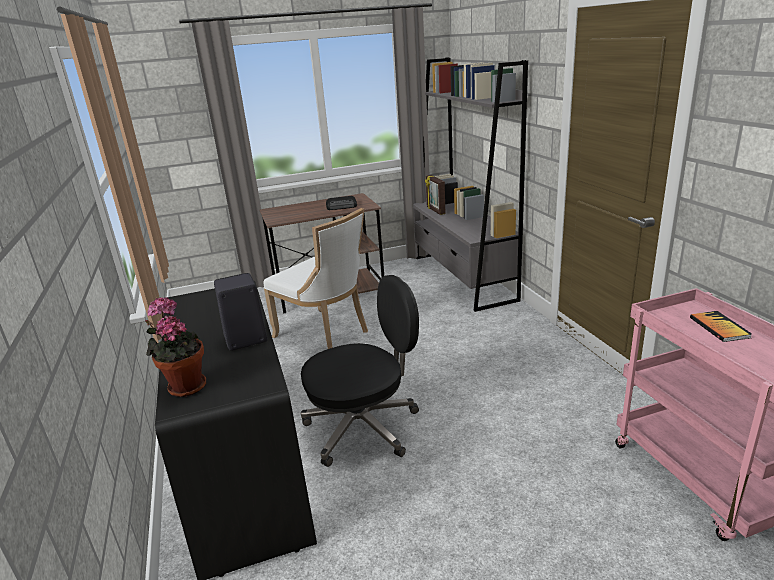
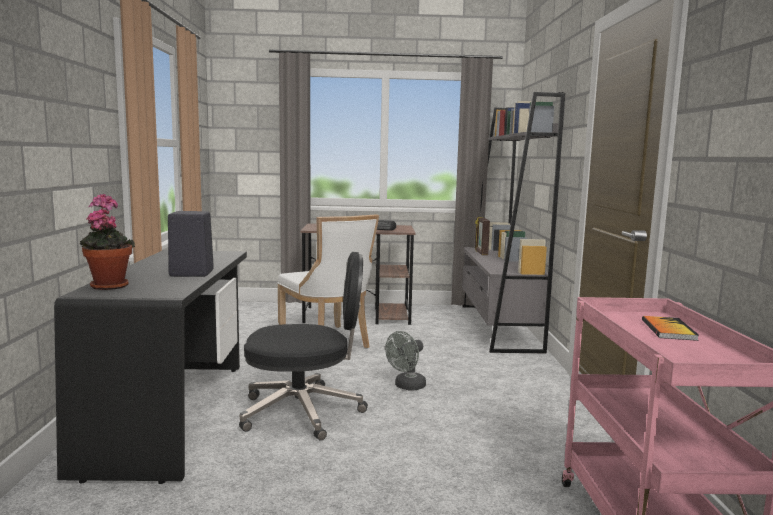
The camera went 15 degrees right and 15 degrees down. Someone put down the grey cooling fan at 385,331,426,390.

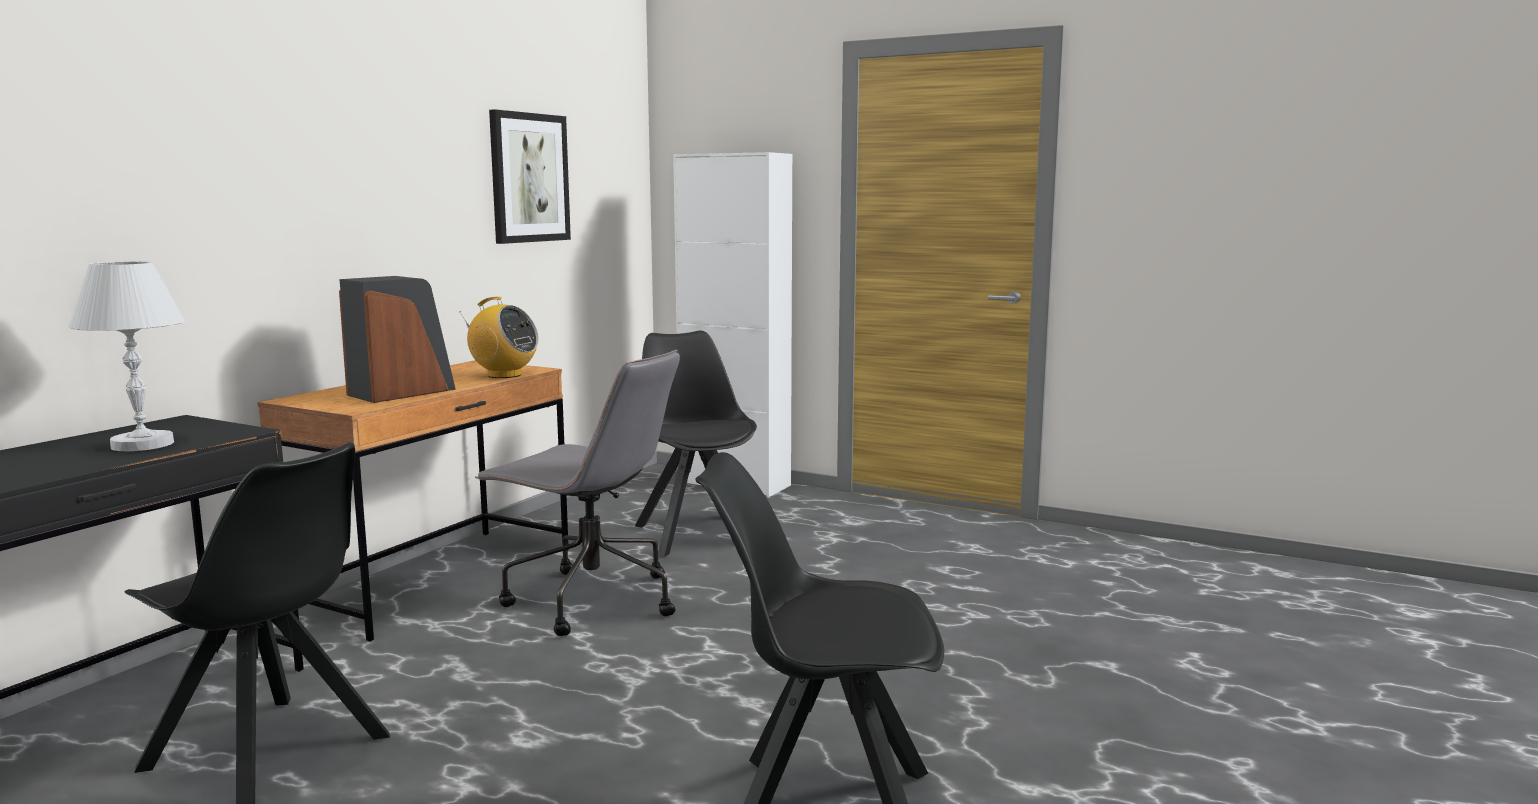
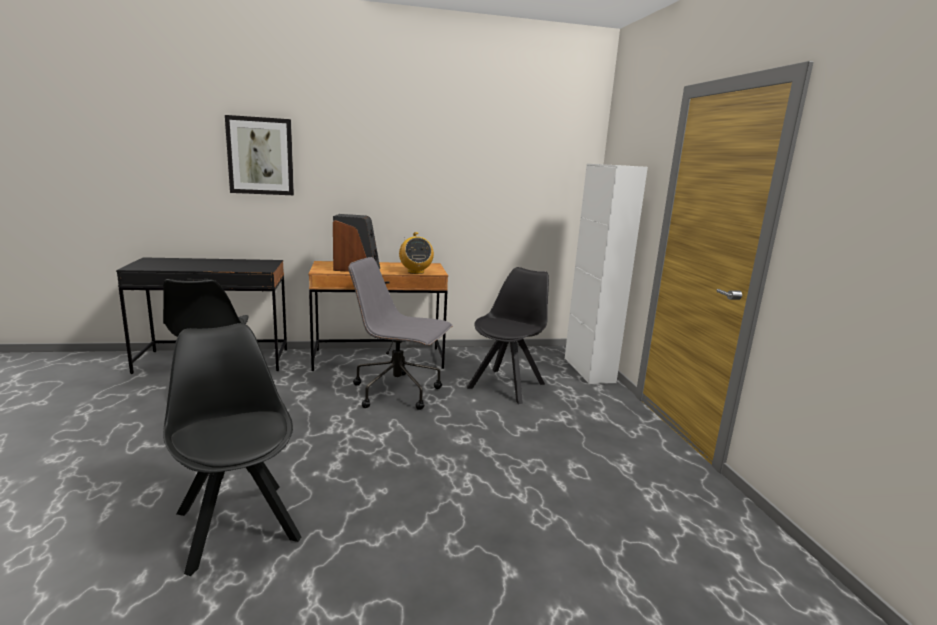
The camera went 50 degrees right and 5 degrees up. Someone carried the wall picture from 489,109,571,244 to 225,115,294,195. Someone rotated the grey computer chair at 475,350,680,636 by 120 degrees clockwise. Someone took away the white table lamp at 69,261,185,451.

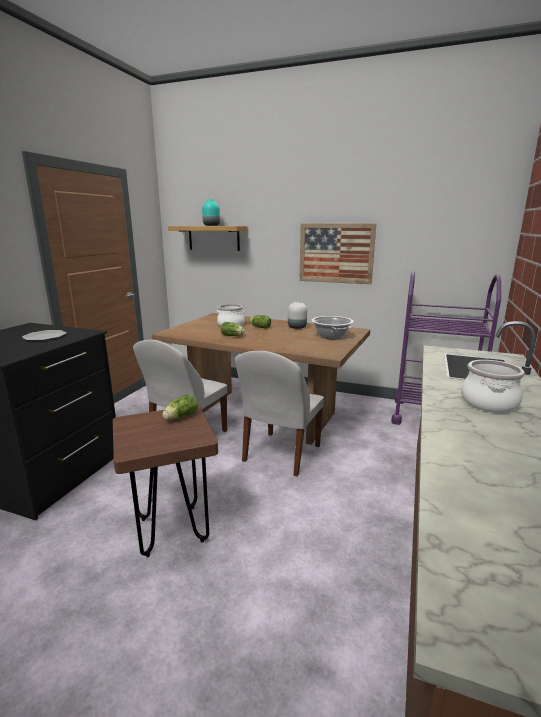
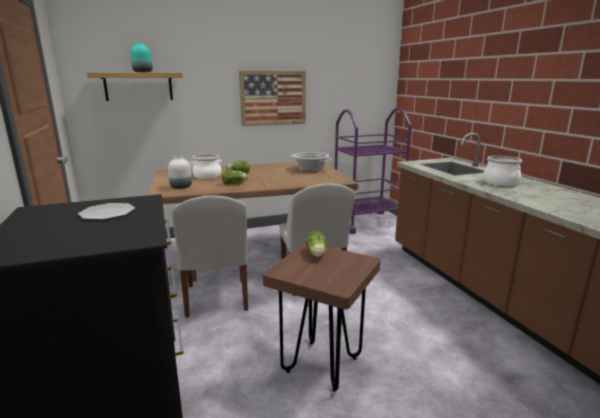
The camera went 40 degrees left and 0 degrees up. Someone carried the white flower vase from 288,300,307,329 to 168,156,192,189.

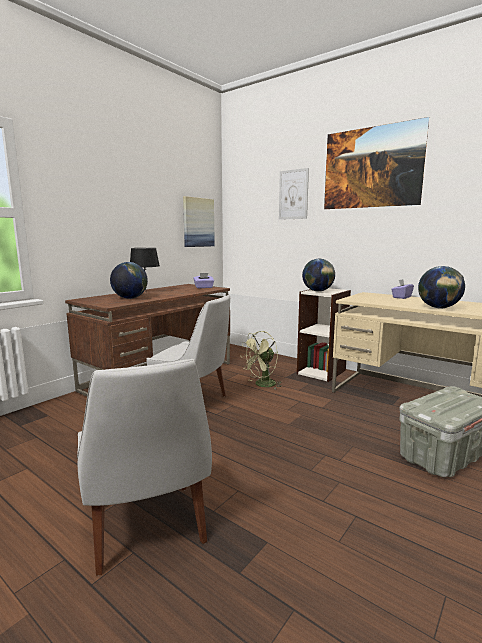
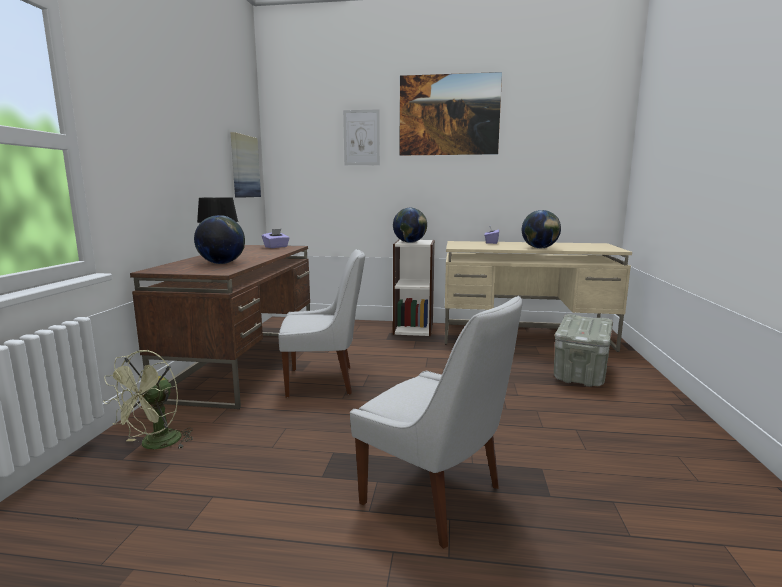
The camera went 30 degrees left and 0 degrees up. Someone carried the green cooling fan from 240,331,282,390 to 103,350,193,449.

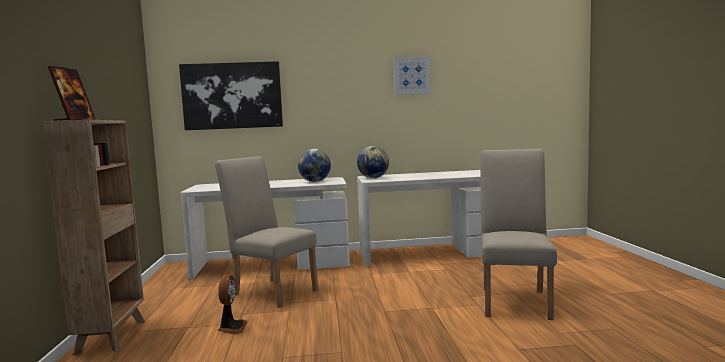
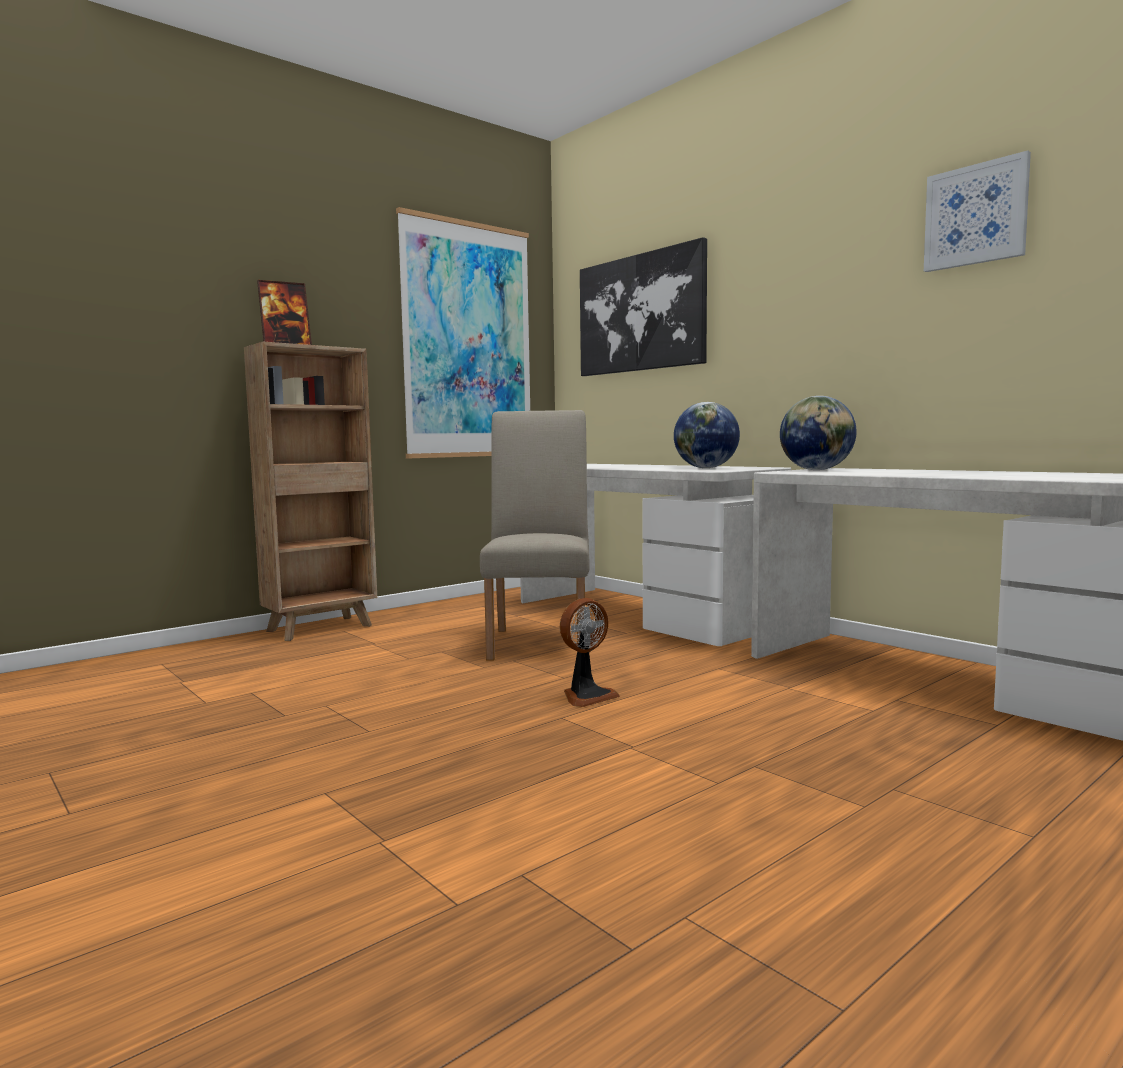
The camera went 55 degrees right and 0 degrees up. Someone put up the wall picture at 396,207,530,458. Someone carried the cooling fan from 218,275,248,334 to 560,598,620,707. Someone took away the beige upright chair at 480,149,557,320.

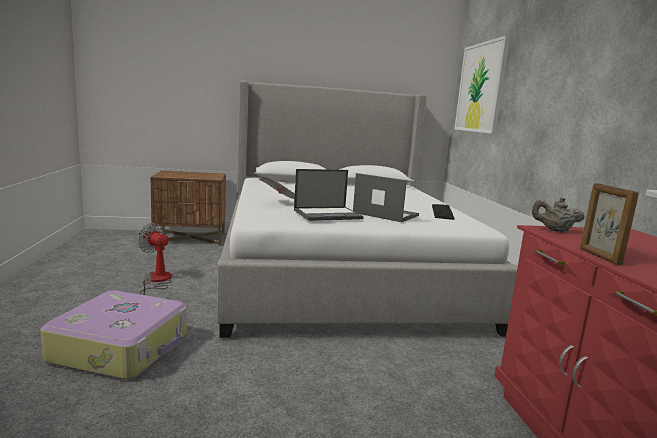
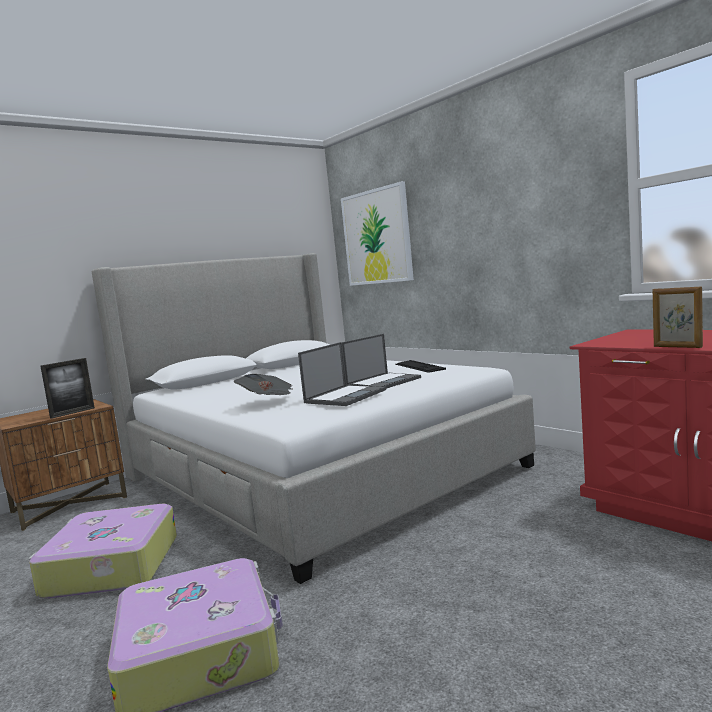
The camera went 30 degrees left and 5 degrees down. Someone swapped the cooling fan at 138,223,172,295 for the travel case at 29,504,177,599. Someone put down the photo frame at 41,358,95,419. Someone rotated the notebook computer at 353,173,419,222 by 135 degrees clockwise. Someone took away the beige tea pot at 532,197,585,233.

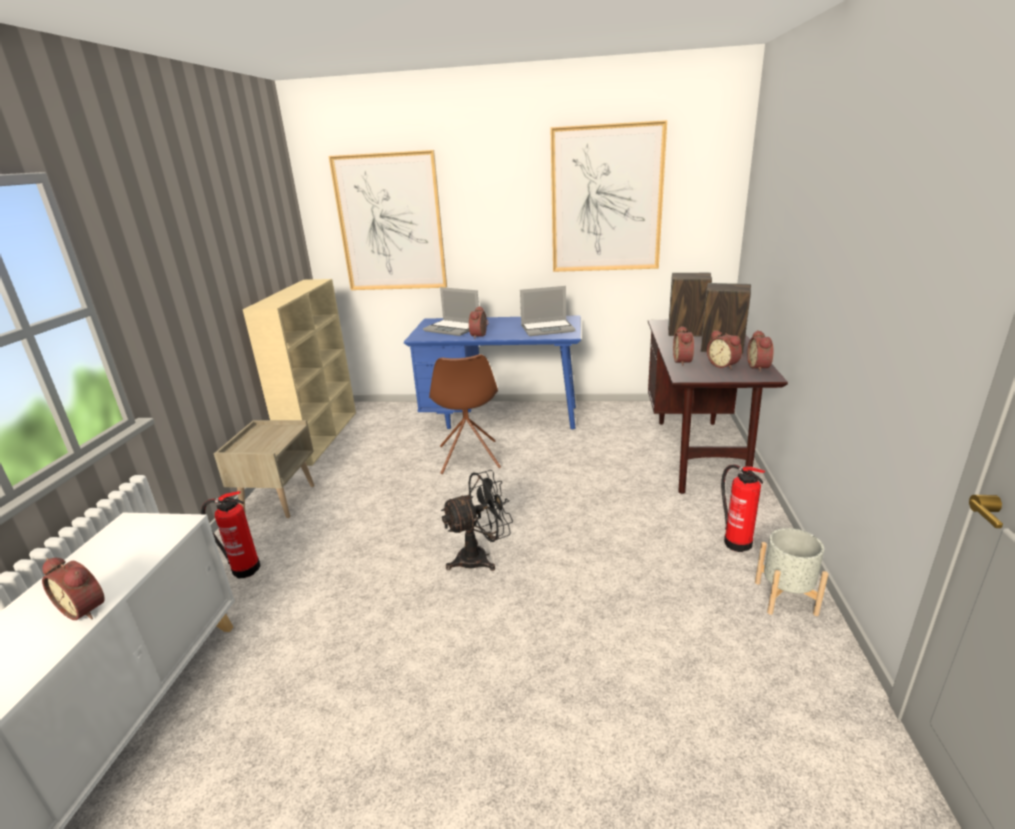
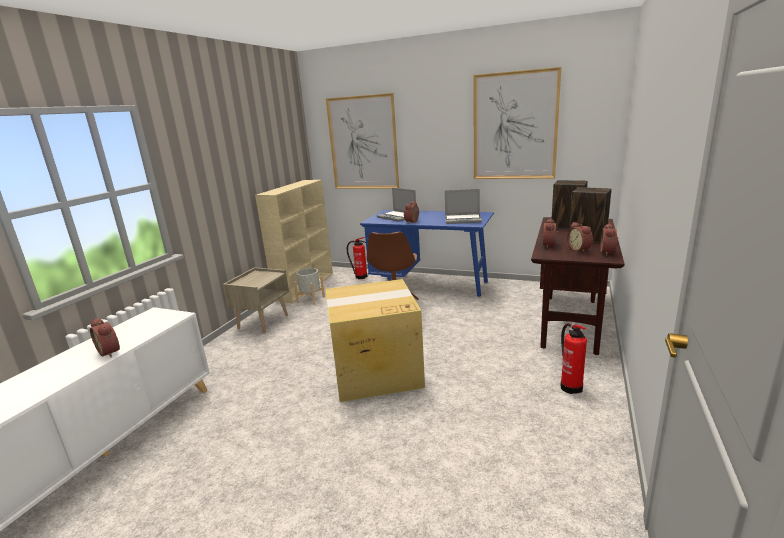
The camera went 15 degrees right and 5 degrees down. Someone carried the grey plant pot from 755,528,828,616 to 294,268,325,305. Someone swapped the black cooling fan at 441,470,513,571 for the cardboard box at 326,279,425,402. Someone carried the fire extinguisher from 201,491,261,578 to 347,237,368,279.

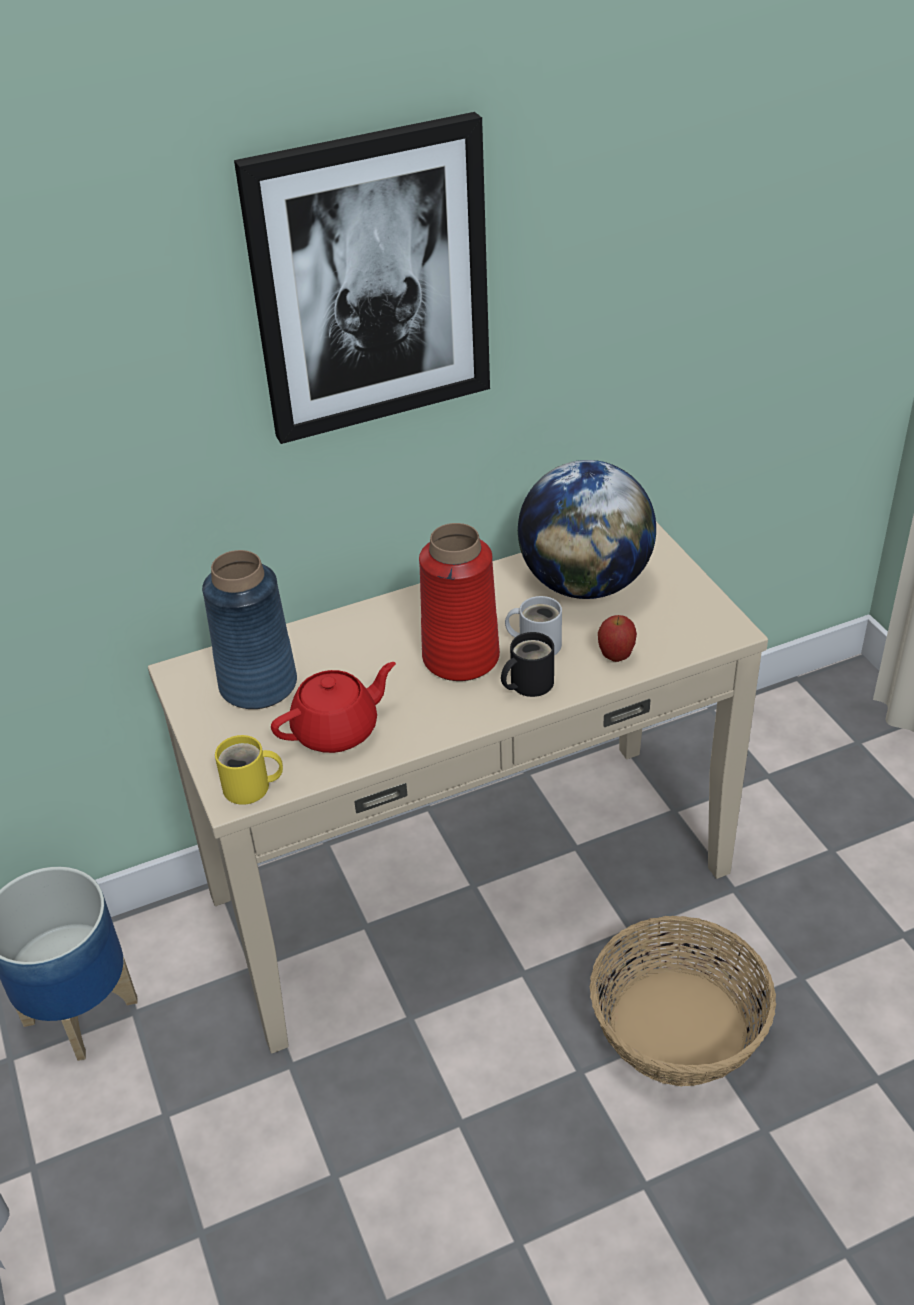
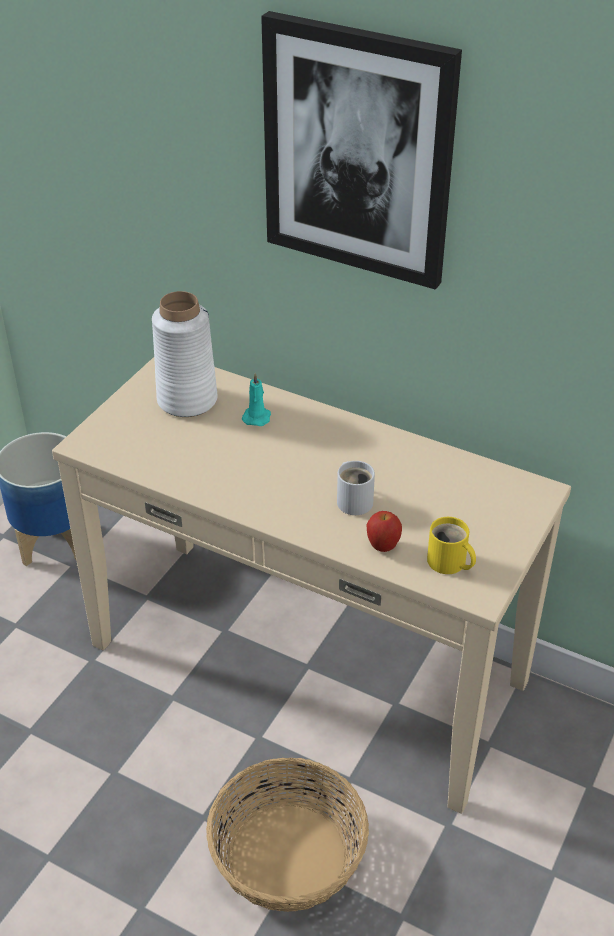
The camera went 50 degrees right and 0 degrees up. Someone repainted the blue flower vase at 202,550,297,709, which became the white flower vase at 152,291,218,417. Someone put down the turquoise-coloured candle at 242,373,271,426. Someone carried the yellow mug from 215,735,283,805 to 427,517,476,574. Someone took away the red-coloured tea pot at 271,662,396,753. Someone took away the red-coloured flower vase at 419,523,500,681. Someone took away the black mug at 501,632,554,697. Someone took away the globe at 518,460,656,599.

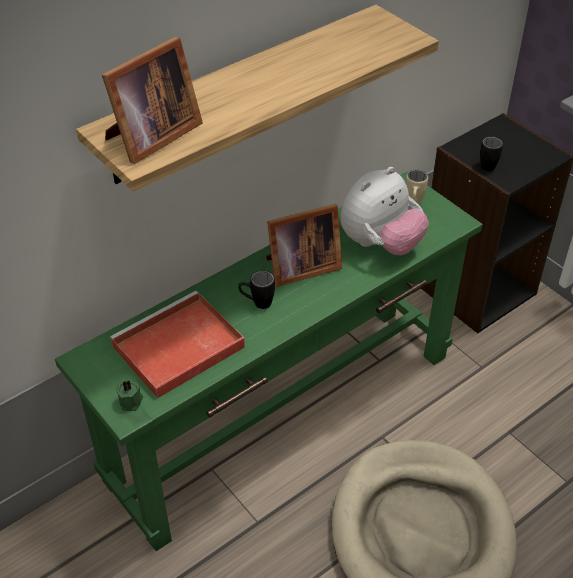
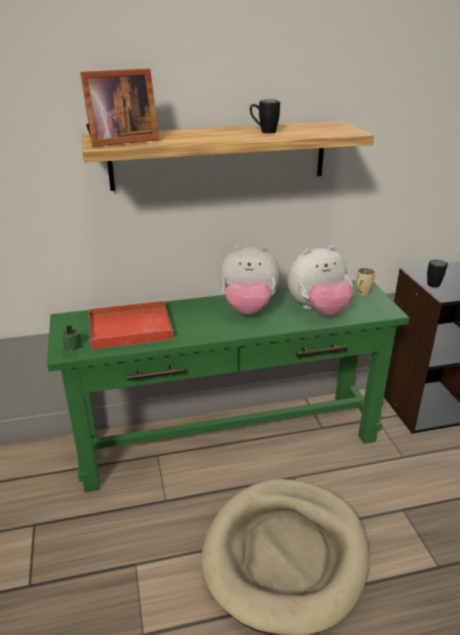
The camera went 25 degrees right and 15 degrees down. Someone swapped the photo frame at 266,204,342,287 for the plush toy at 219,245,280,315. Someone carried the black mug from 238,271,275,309 to 250,99,280,134.

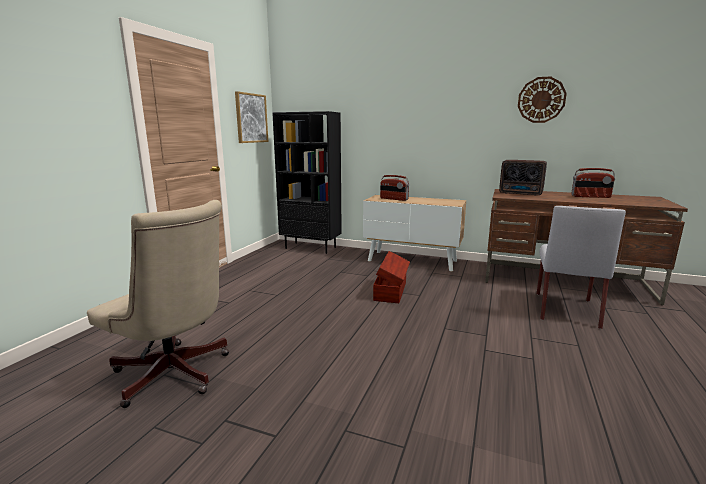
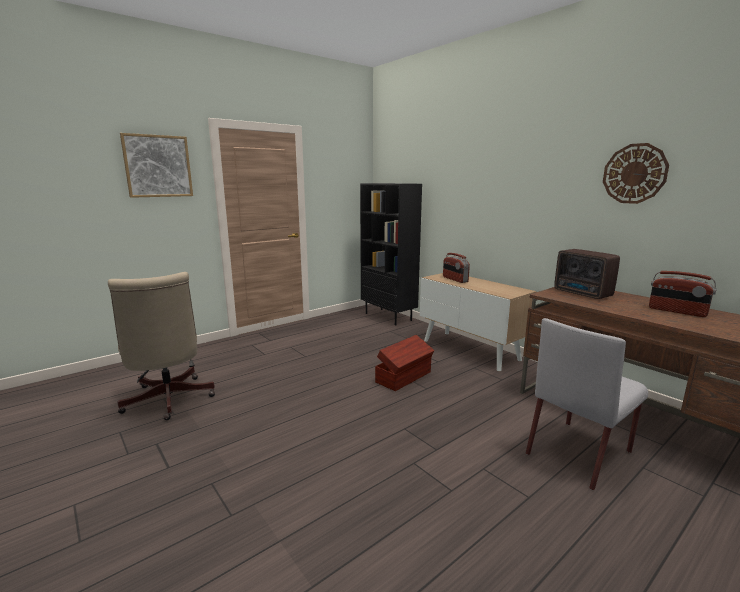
The camera went 30 degrees right and 0 degrees up. Someone carried the wall picture from 235,91,268,143 to 120,133,193,198.

